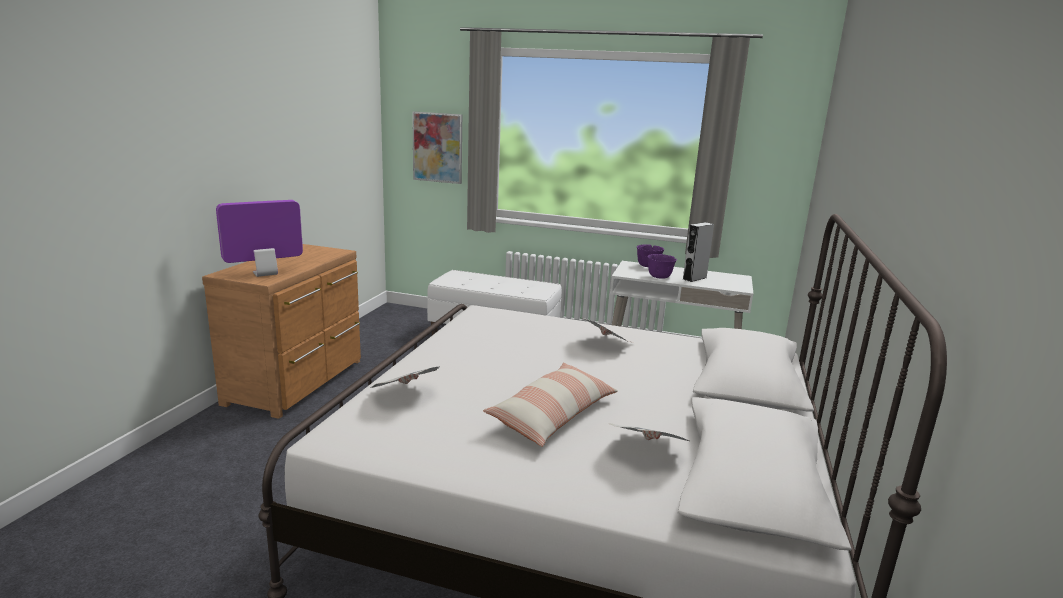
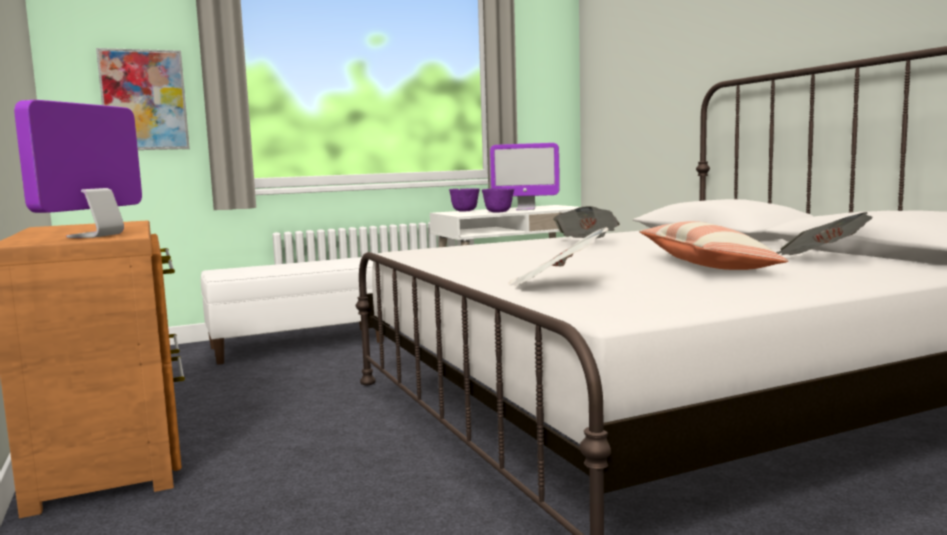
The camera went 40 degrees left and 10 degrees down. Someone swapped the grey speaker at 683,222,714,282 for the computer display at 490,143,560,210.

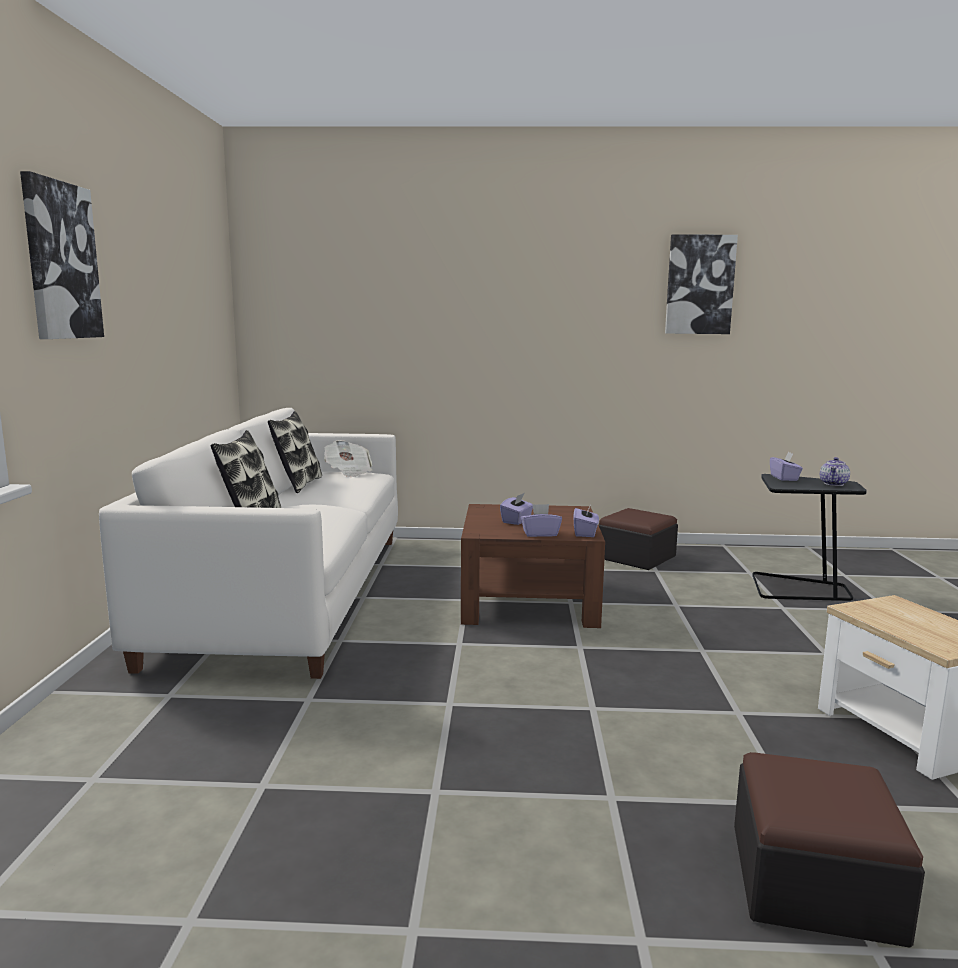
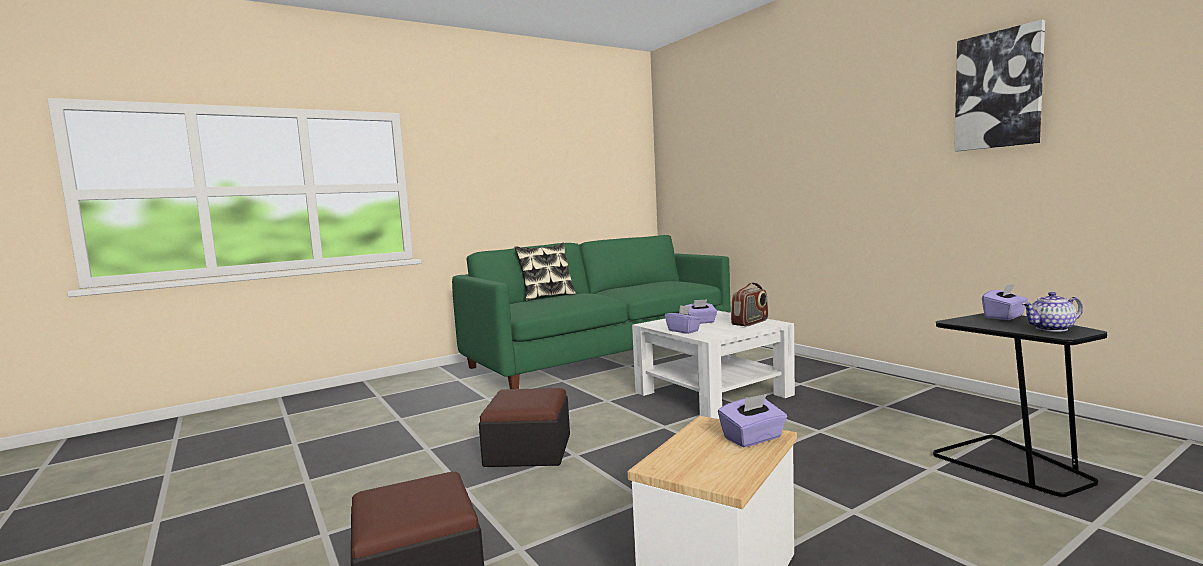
The camera went 55 degrees right and 5 degrees down. Someone repainted the white settee at 99,408,398,679, which became the green settee at 452,235,731,389. Someone carried the ottoman from 599,508,678,570 to 479,388,570,467. Someone repainted the brown lounge table at 461,504,605,628, which became the white lounge table at 632,310,795,419. Someone carried the purple-coloured tissue box from 574,504,599,537 to 718,394,787,448. Someone put down the radio receiver at 731,282,768,326. Someone took away the wall picture at 20,171,104,339. Someone took away the throw pillow at 268,411,322,493. Someone took away the printed paper at 324,440,373,477.

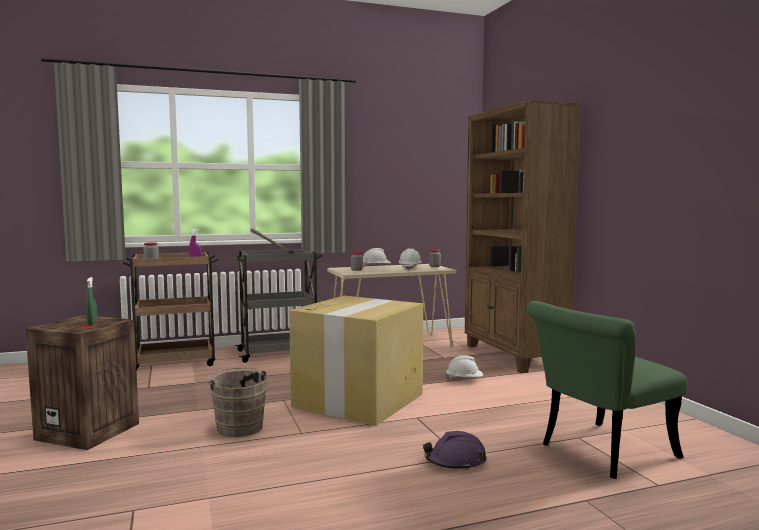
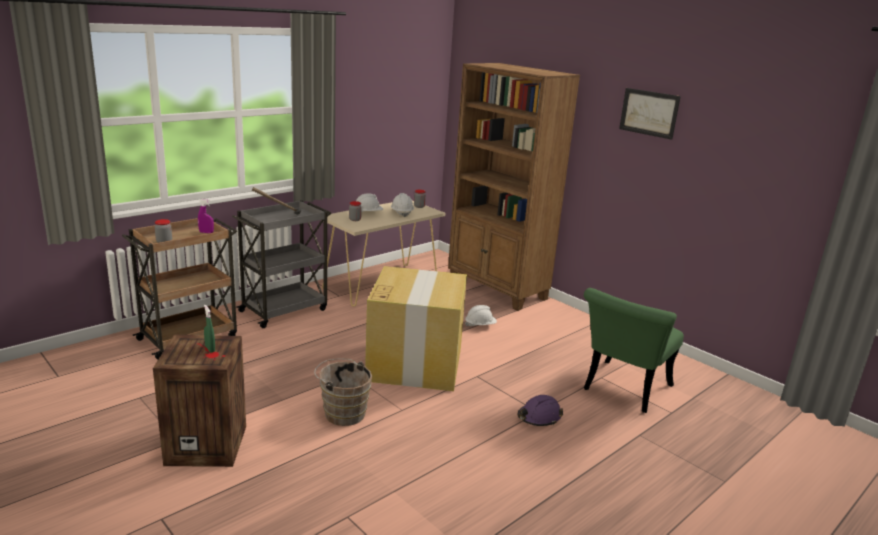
The camera went 25 degrees left and 15 degrees up. Someone put up the wall picture at 619,88,681,140.

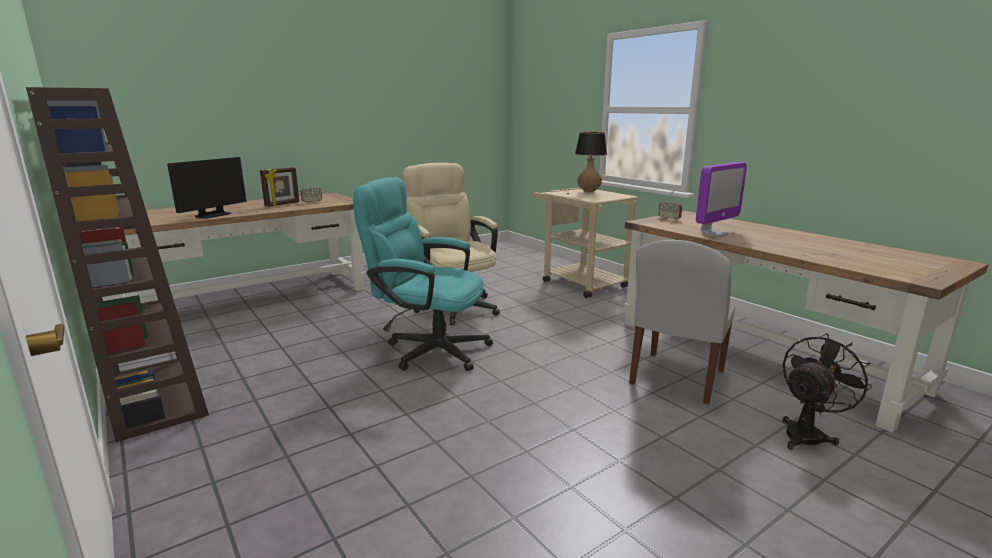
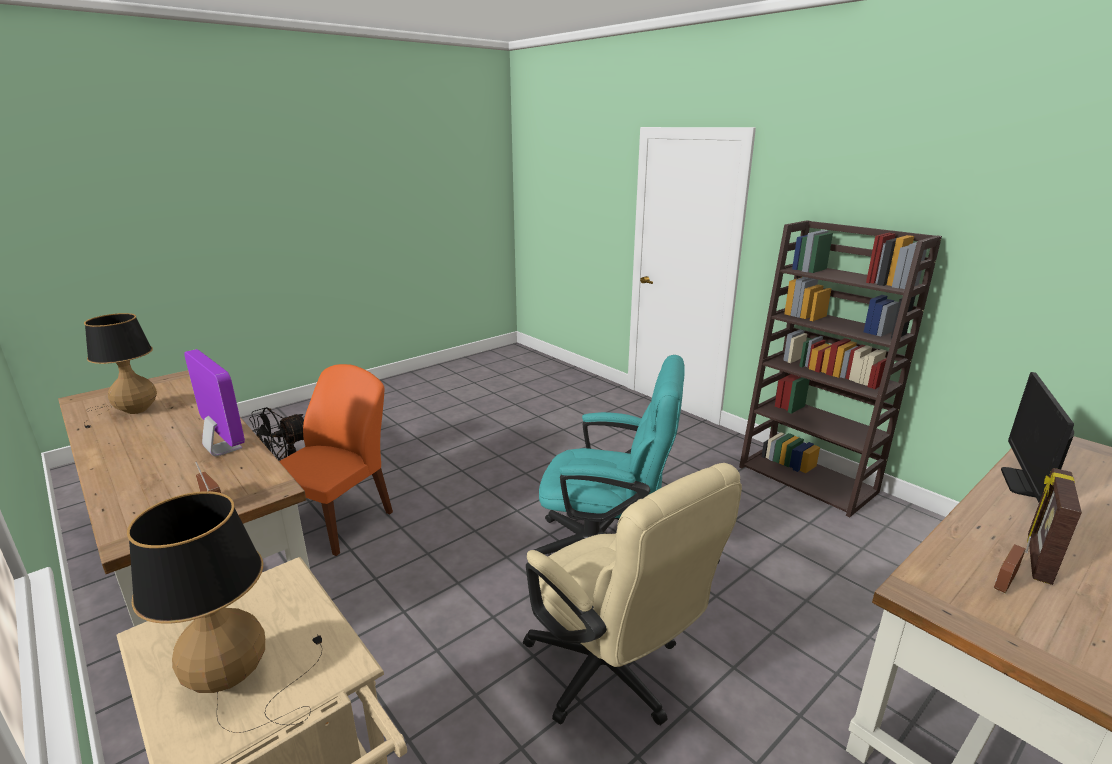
The camera went 175 degrees right and 5 degrees up. Someone put down the table lamp at 84,313,157,428. Someone rotated the computer display at 696,162,747,237 by 90 degrees clockwise. Someone repainted the white upright chair at 629,240,735,404, which became the orangey upright chair at 279,364,393,556.

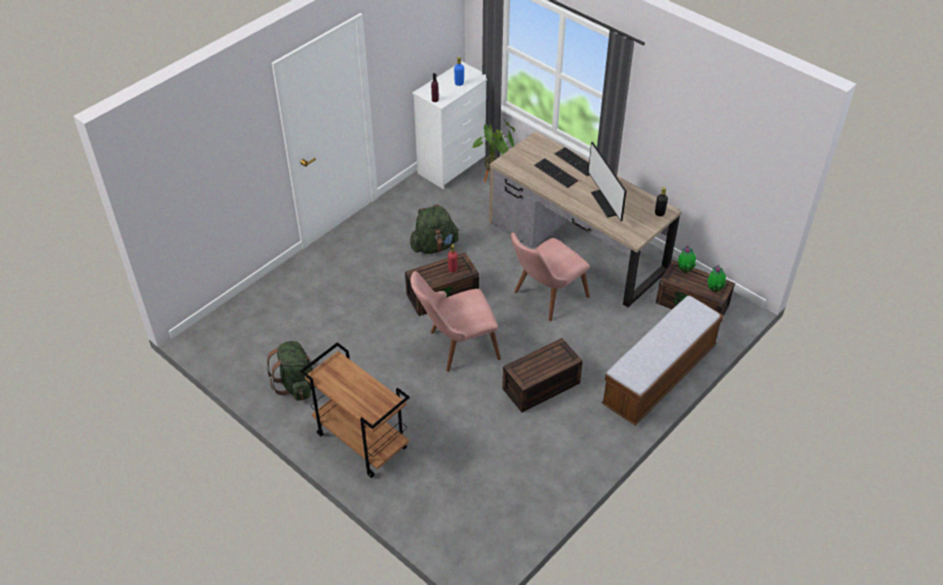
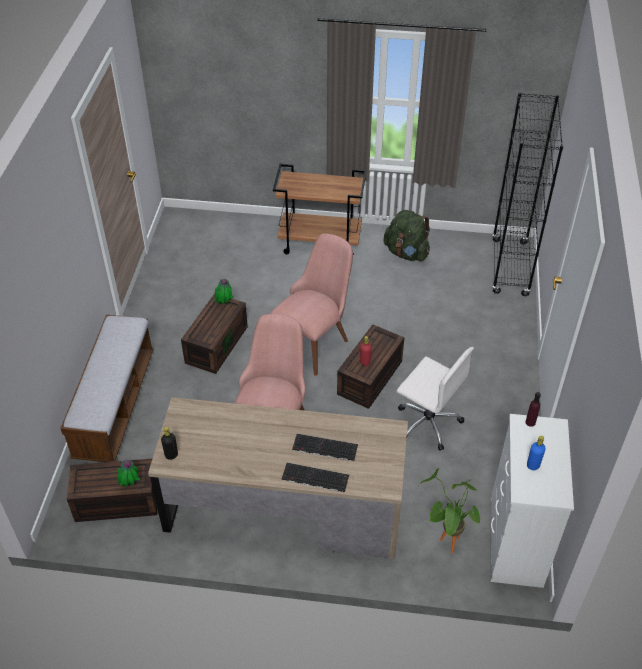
The camera went 145 degrees right and 0 degrees up. Someone carried the plant in a pot from 707,265,726,293 to 214,279,234,304. Someone swapped the green rucksack at 410,204,459,254 for the white computer chair at 396,347,474,451. Someone put down the black bookcase at 492,92,563,296. Someone took away the computer display at 588,142,627,221.

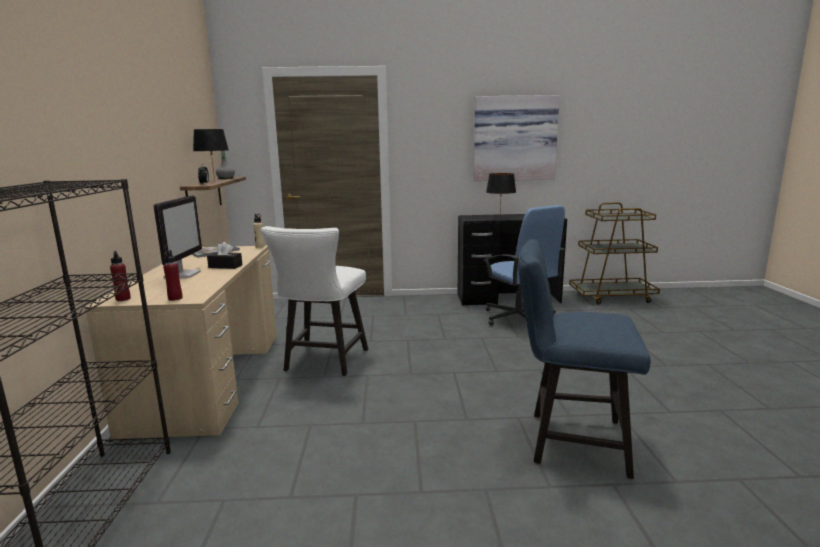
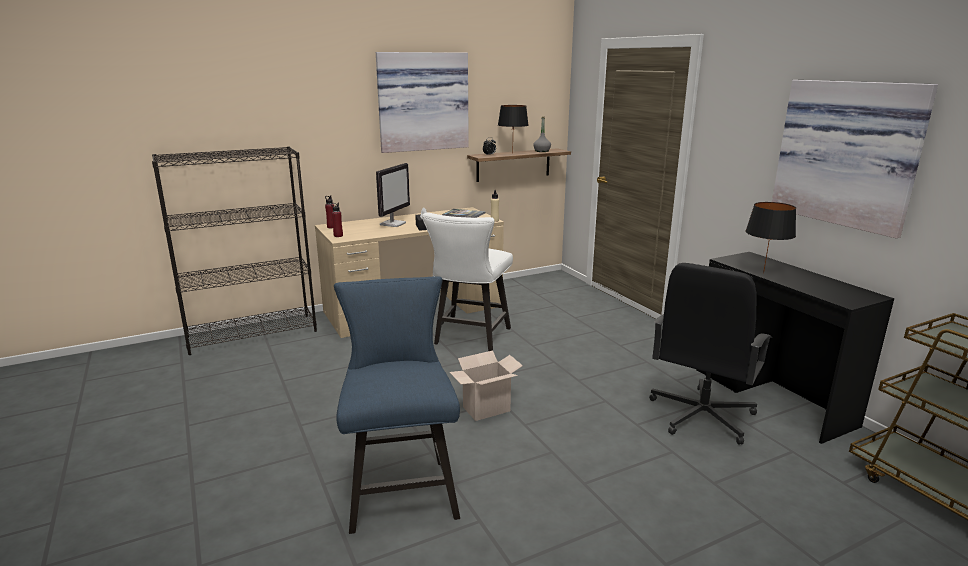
The camera went 65 degrees right and 5 degrees up. Someone put up the wall picture at 376,52,469,153. Someone rotated the computer display at 154,195,202,278 by 45 degrees counterclockwise. Someone rotated the white upright chair at 261,226,368,376 by 60 degrees counterclockwise. Someone put down the cardboard box at 450,350,523,421. Someone repainted the blue computer chair at 483,205,565,326, which became the black computer chair at 649,263,772,445.

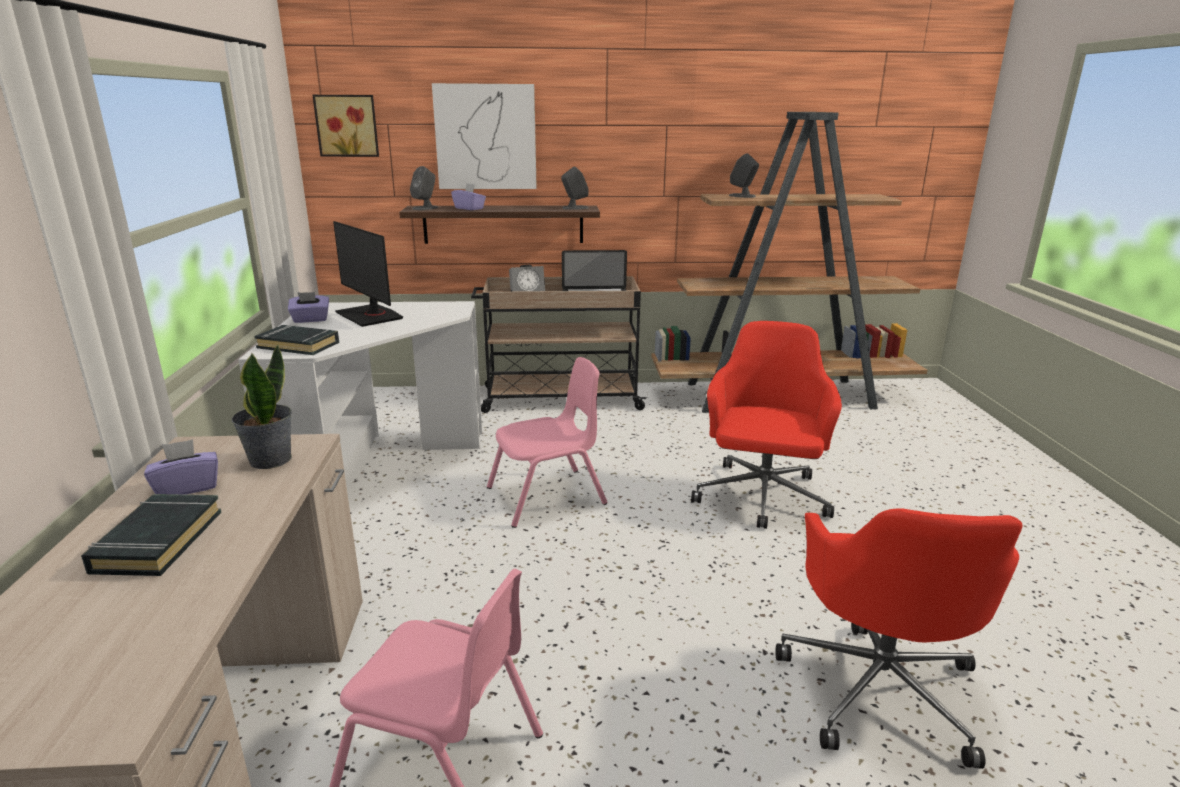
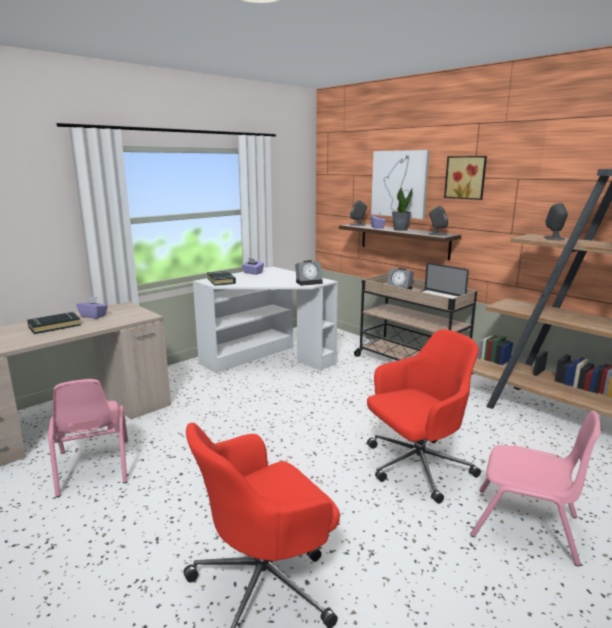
The camera went 50 degrees right and 5 degrees down. Someone put down the alarm clock at 295,260,323,286. Someone carried the plant in a pot from 232,345,292,469 to 392,187,413,231. Someone carried the wall picture from 312,95,379,157 to 444,156,487,200. Someone carried the pink-coloured upright chair from 487,357,608,528 to 470,410,601,566. Someone took away the computer display at 333,221,403,327.

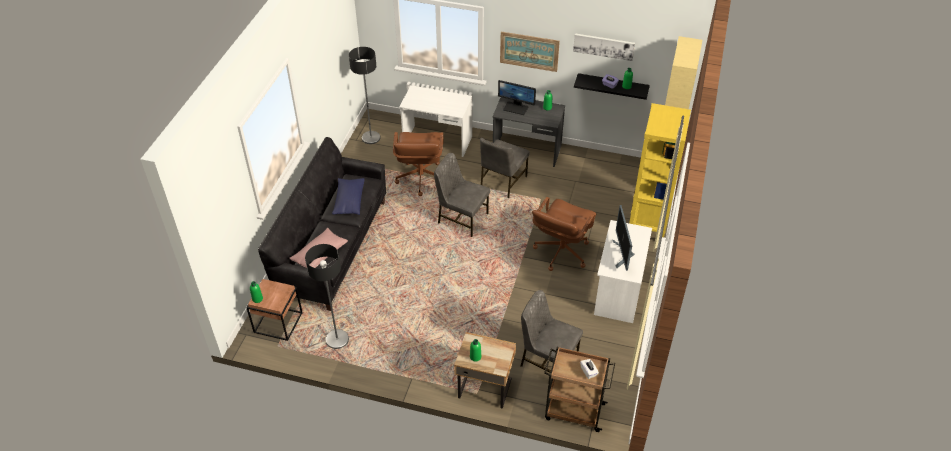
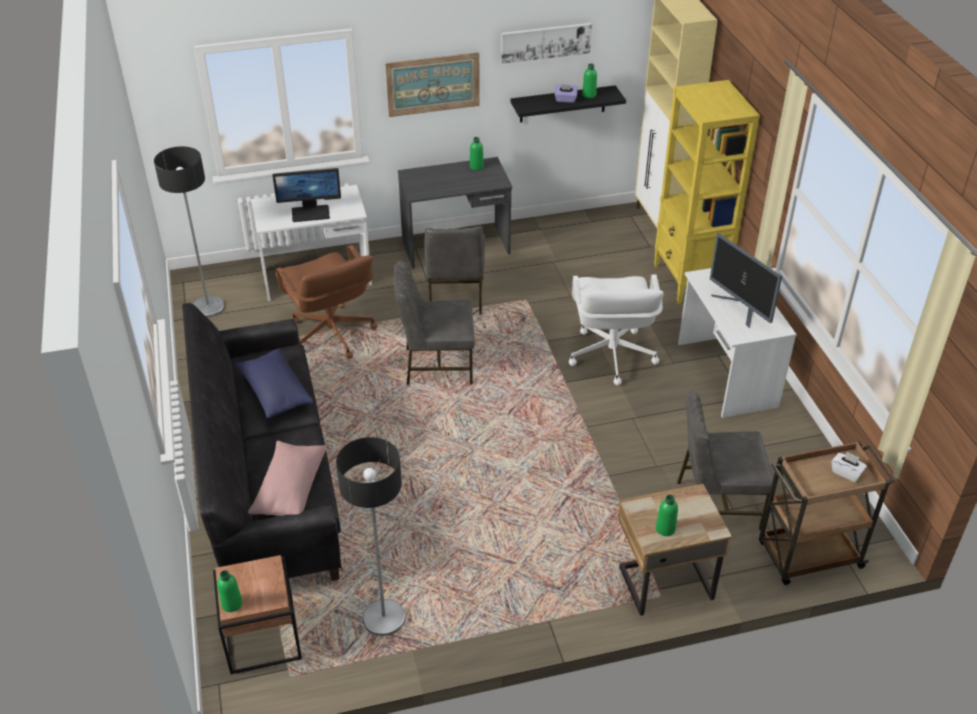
The camera went 30 degrees left and 5 degrees down. Someone carried the computer display from 498,80,536,115 to 272,168,341,222. Someone repainted the brown computer chair at 532,197,596,271, which became the white computer chair at 569,275,664,385.

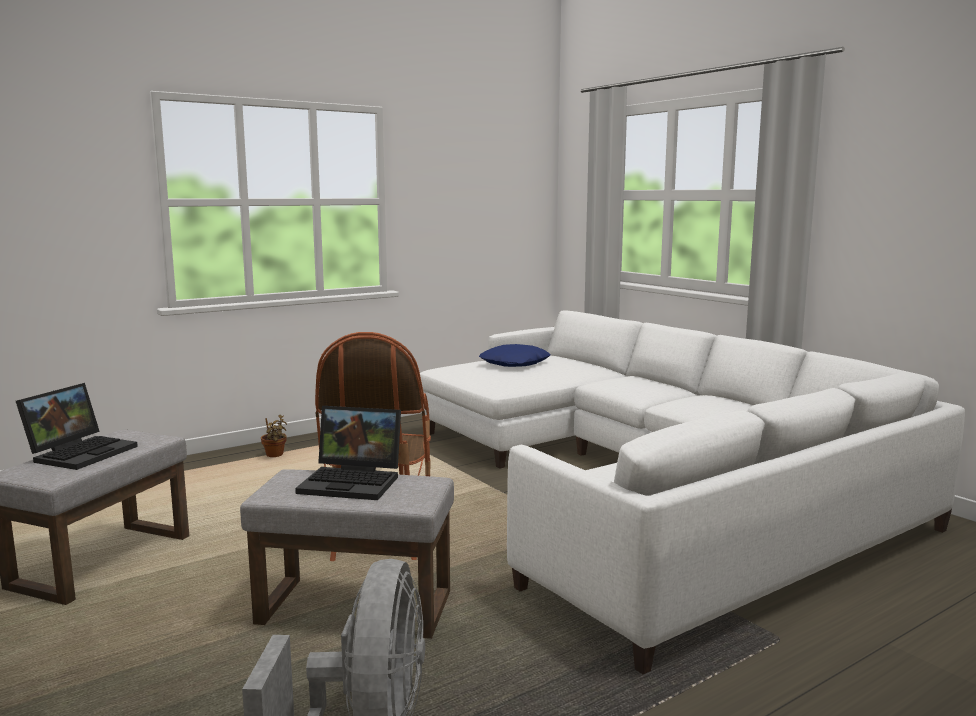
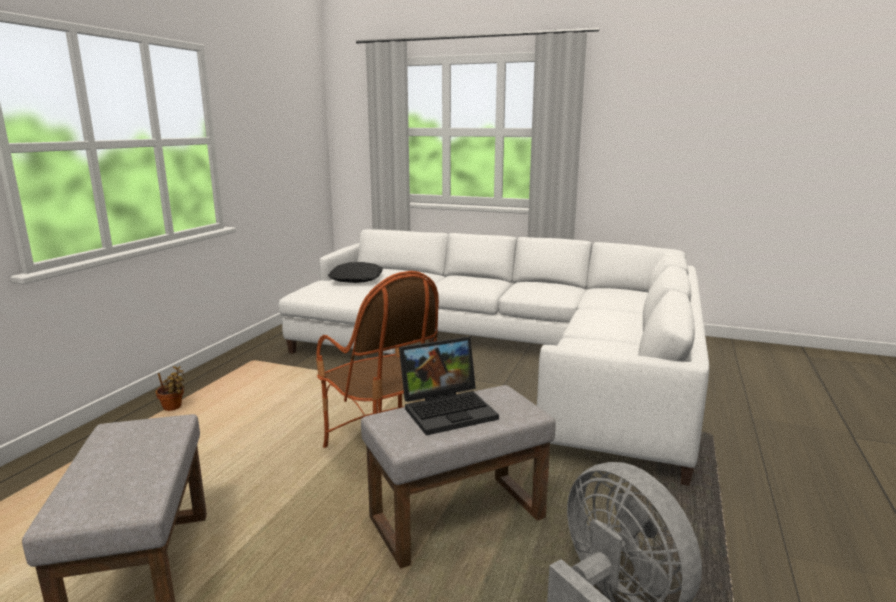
The camera went 35 degrees left and 5 degrees up. Someone repainted the blue throw pillow at 479,344,550,367, which became the black throw pillow at 328,262,383,283. Someone took away the notebook computer at 16,383,138,470.

